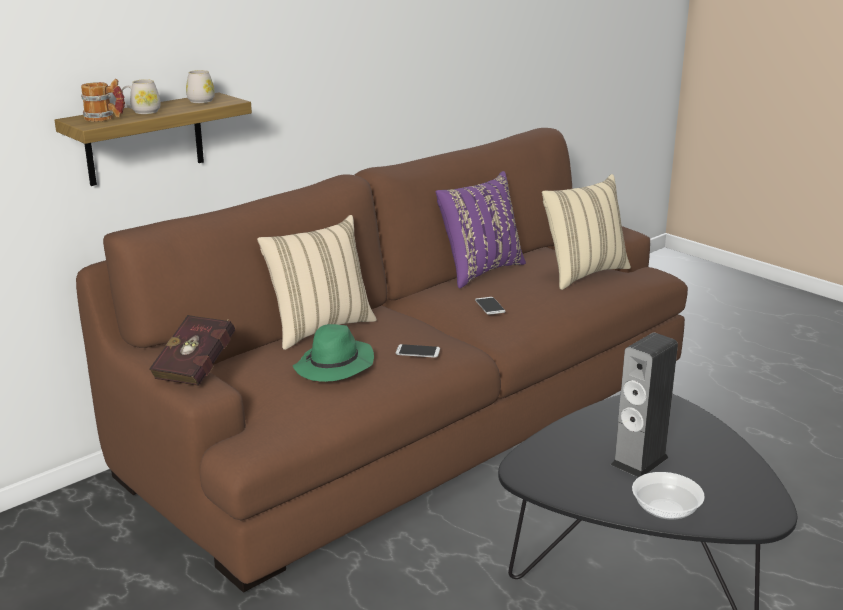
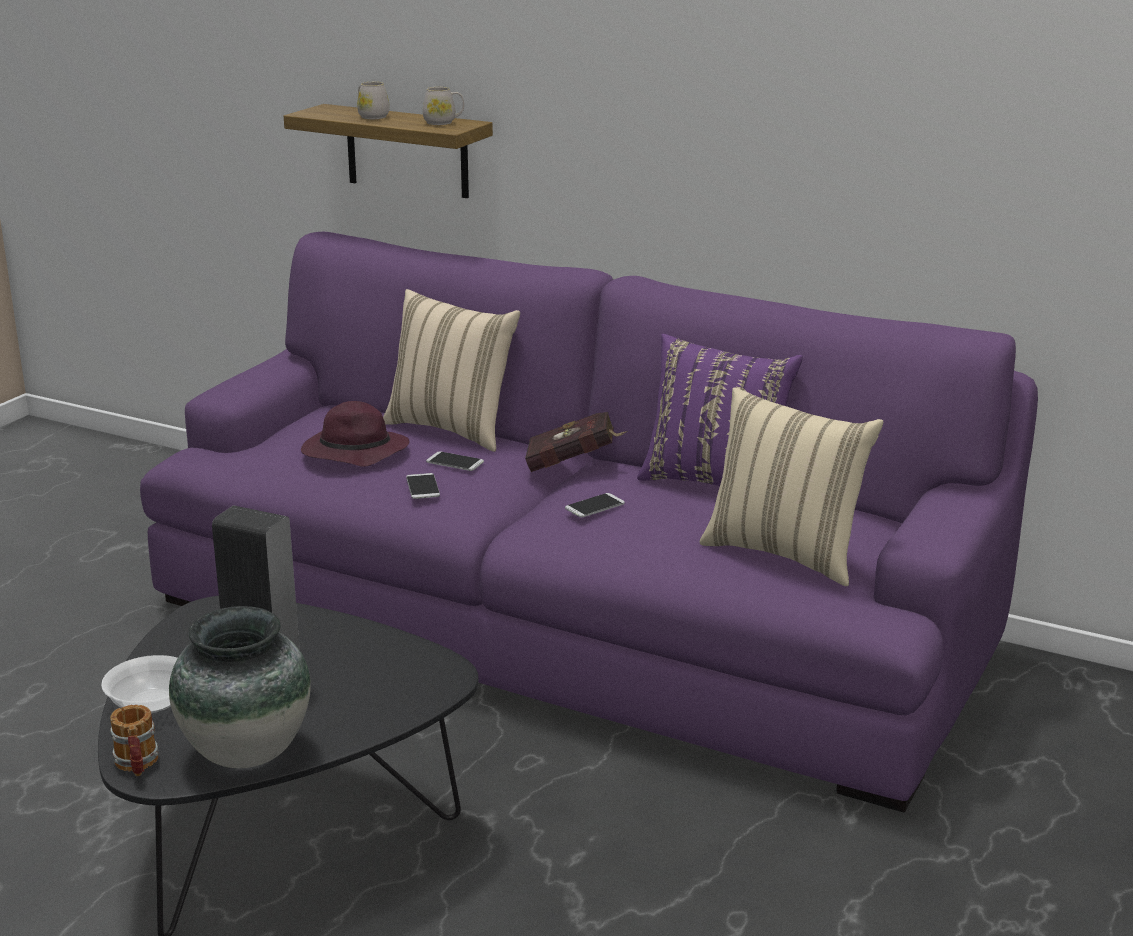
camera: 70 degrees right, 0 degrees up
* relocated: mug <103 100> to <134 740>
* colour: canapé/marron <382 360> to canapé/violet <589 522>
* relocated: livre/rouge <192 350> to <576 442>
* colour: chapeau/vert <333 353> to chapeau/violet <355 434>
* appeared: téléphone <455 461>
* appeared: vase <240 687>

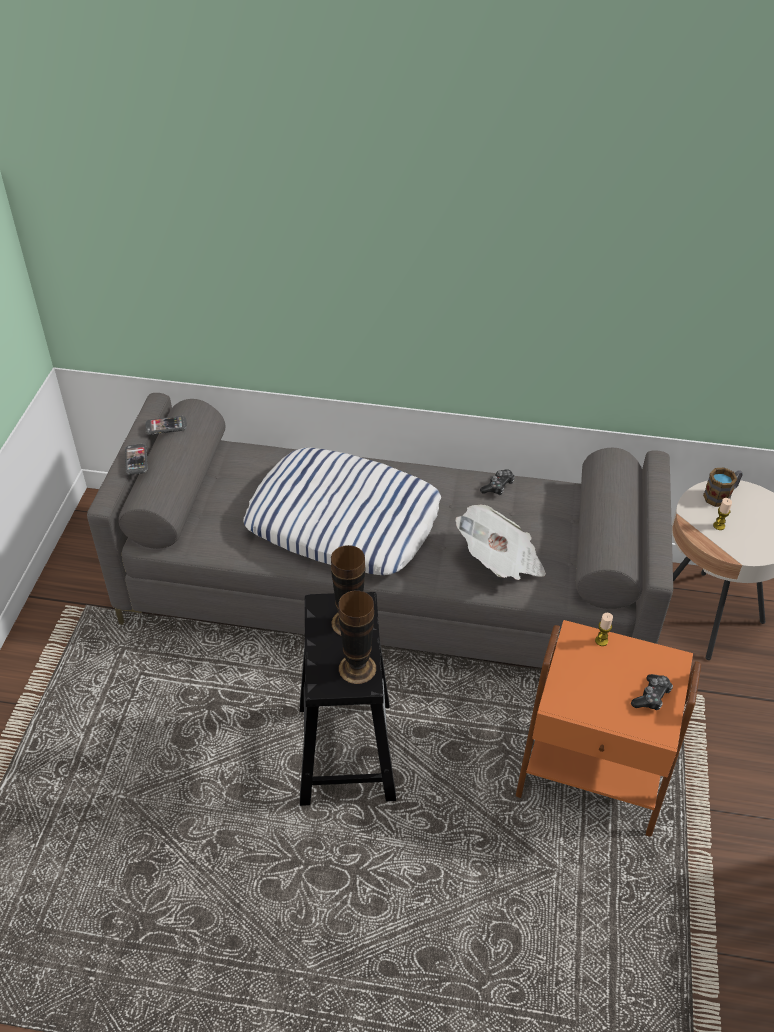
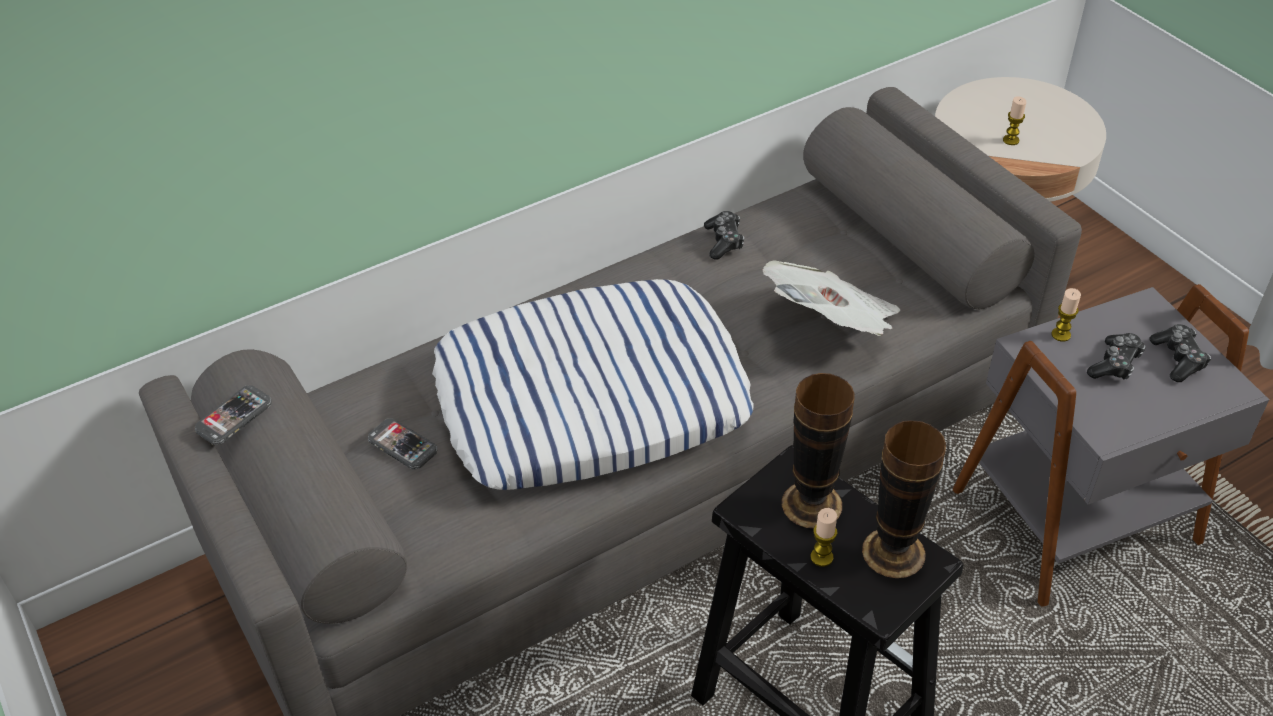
camera: 40 degrees left, 0 degrees up
* relocated: téléphone <136 459> to <402 444>
* missing: mug <723 487>
* colour: table d'appoint/orange <608 728> to table d'appoint/gris <1111 445>
* appeared: manette <1116 356>
* appeared: bougie <823 537>

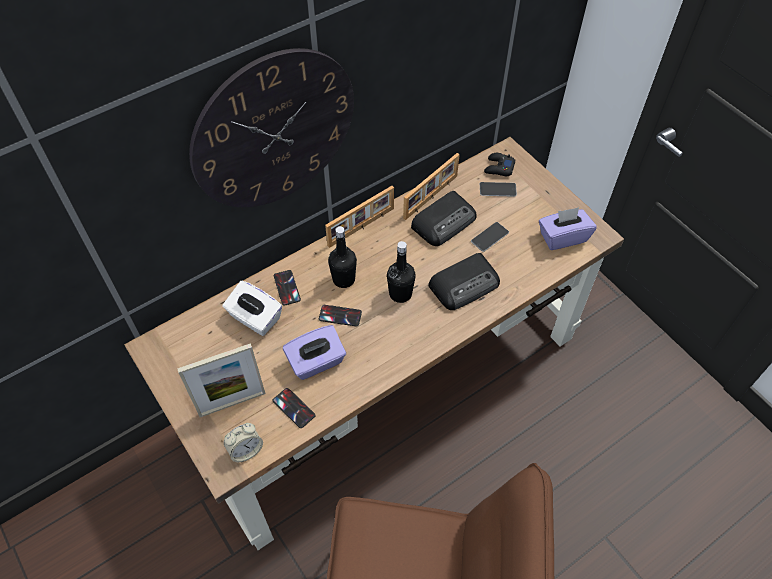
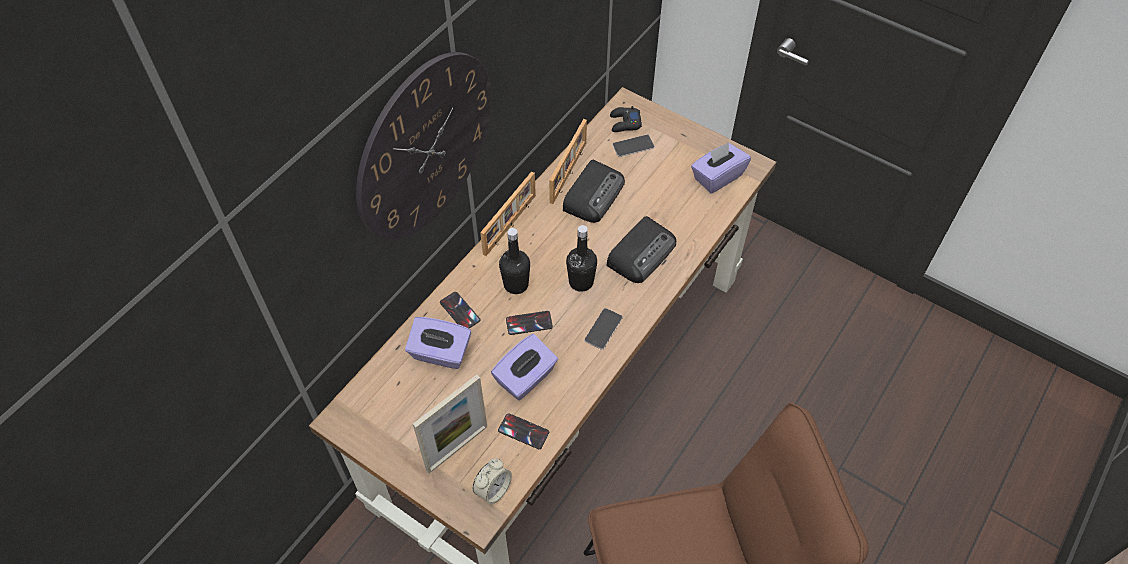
camera: 20 degrees left, 0 degrees up
* relocated: téléphone <490 237> to <603 329>
* colour: boîte à mouchoirs/blanc <252 308> to boîte à mouchoirs/violet <438 343>

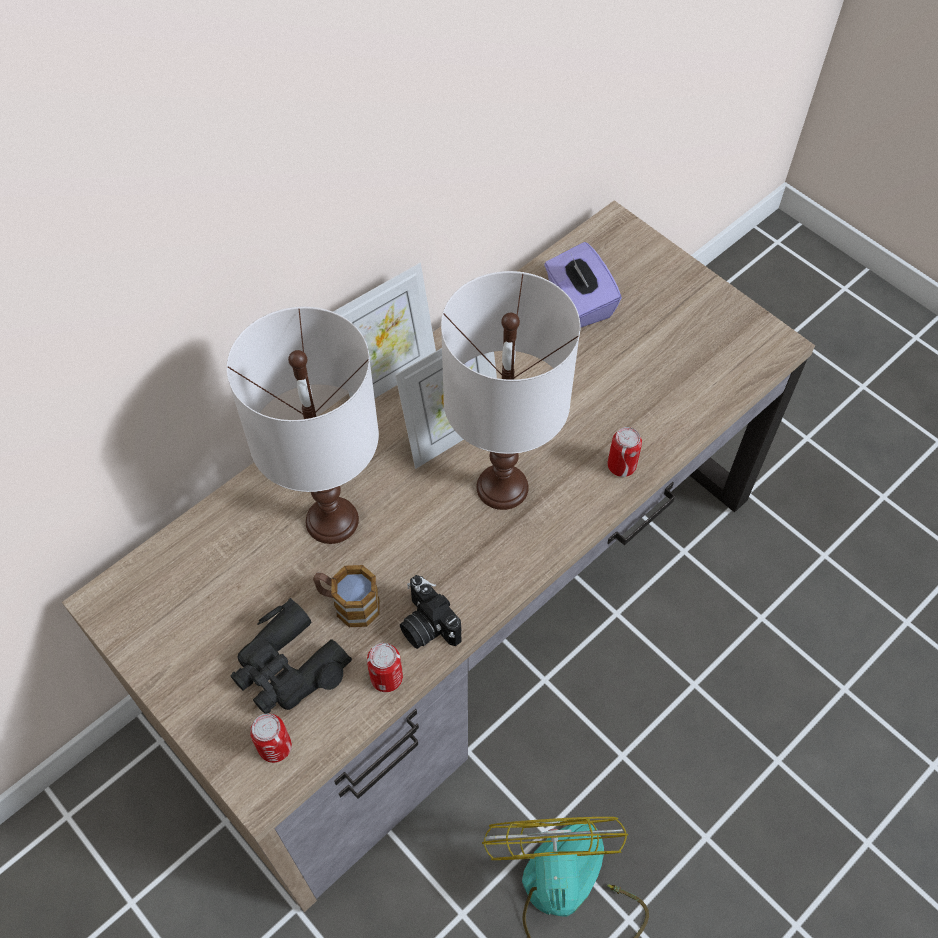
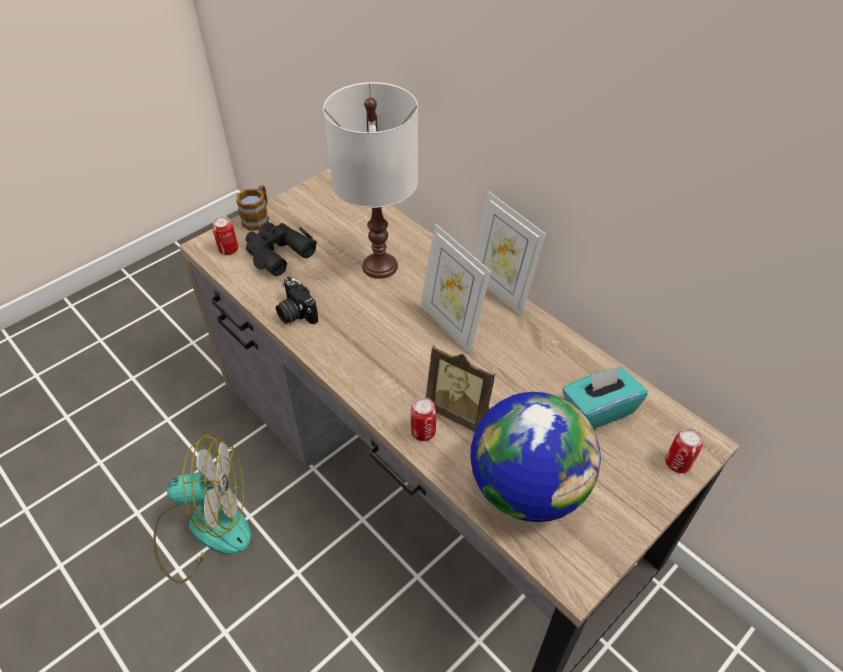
camera: 90 degrees right, 10 degrees down
* colour: boîte à mouchoirs/violet <583 285> to boîte à mouchoirs/turquoise <605 397>
* missing: lampe de table/blanc <510 390>
* relocated: mug <346 596> to <252 208>
* spun: appareil photo <431 612> = <297 300> 90 degrees counterclockwise
* relocated: boîte métallique <385 667> to <684 450>
* appeared: cadre photo <460 388>
* appeared: globe <535 457>

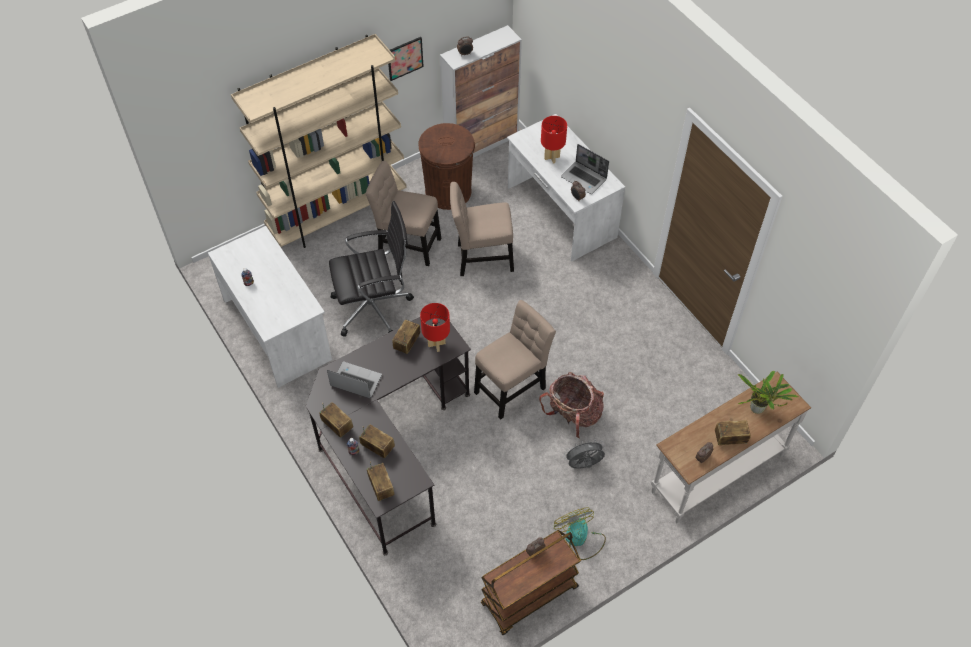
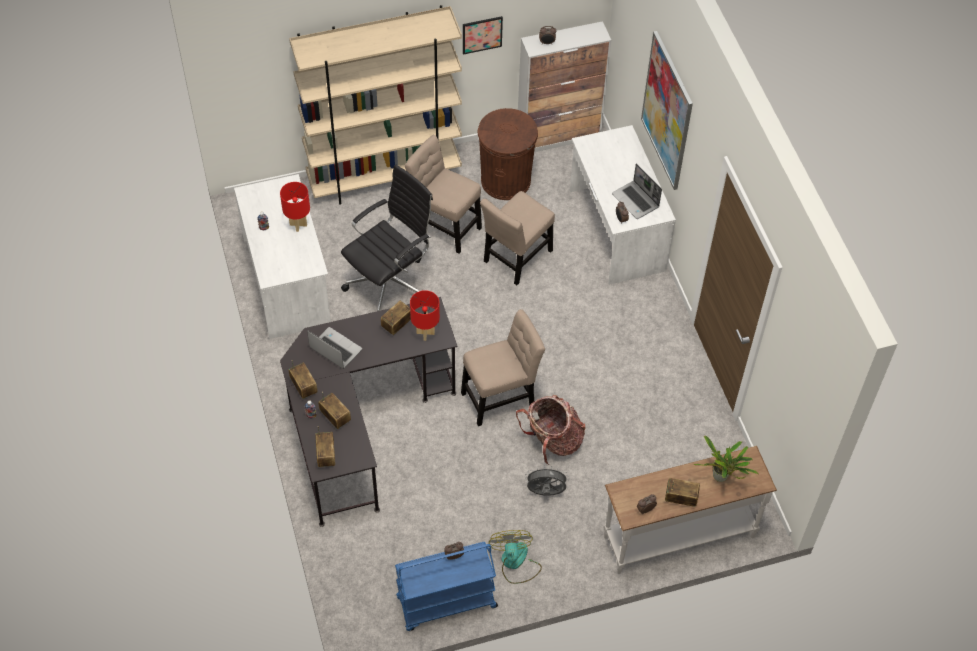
camera: 15 degrees right, 0 degrees up
* relocated: lampe de table/rouge <554 140> to <295 207>
* spun: chaise/beige <482 229> = <517 238> 60 degrees counterclockwise
* spun: chaise de bureau/noir <371 269> = <387 238> 45 degrees counterclockwise
* colour: chariot/marron <531 582> to chariot/bleu <446 586>
* appeared: tableau <667 110>

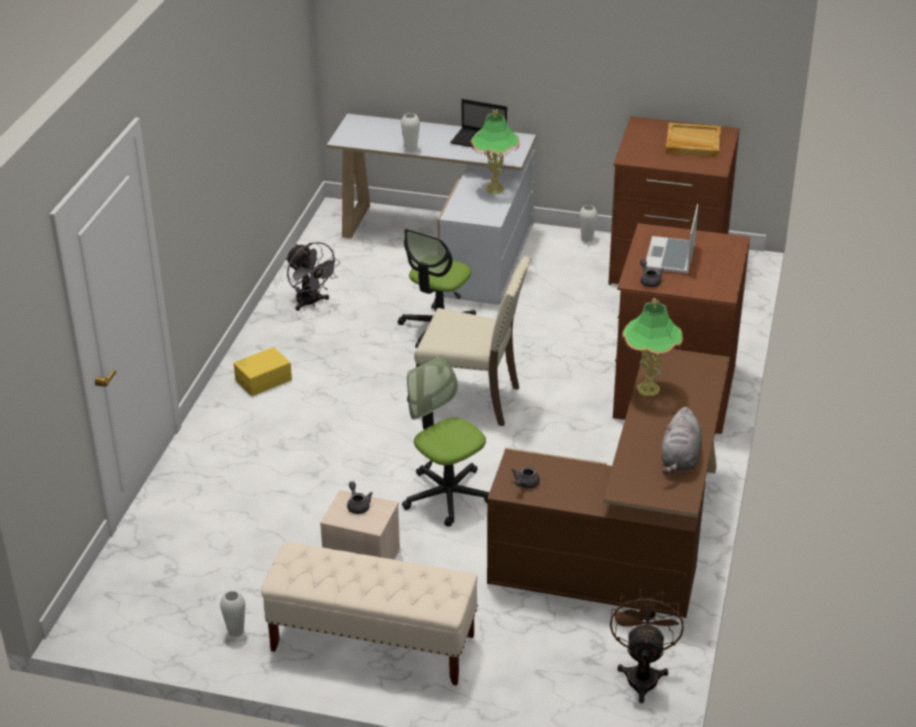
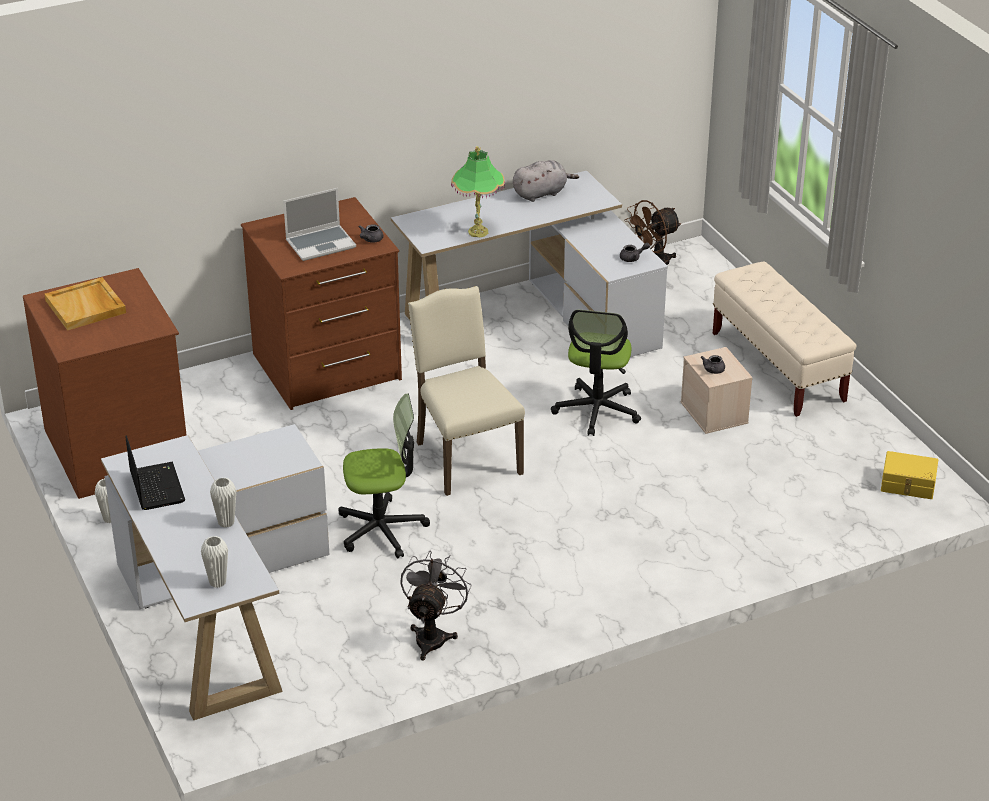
camera: 130 degrees left, 0 degrees up
* missing: lampe de table <495 151>
* relocated: boîte de rangement/jaune <263 371> to <909 475>
* colour: bureau/marron <608 483> to bureau/blanc <529 264>
* relocated: vase/blanc <232 613> to <214 562>

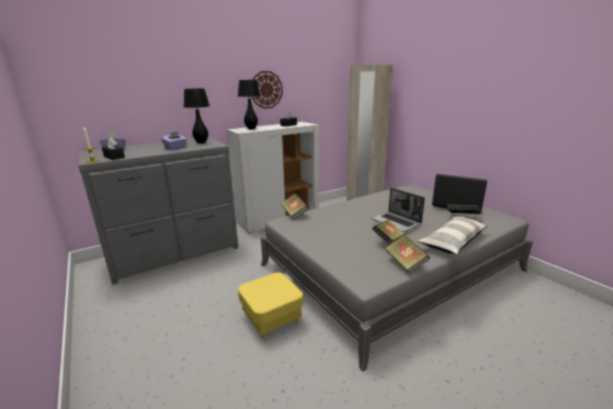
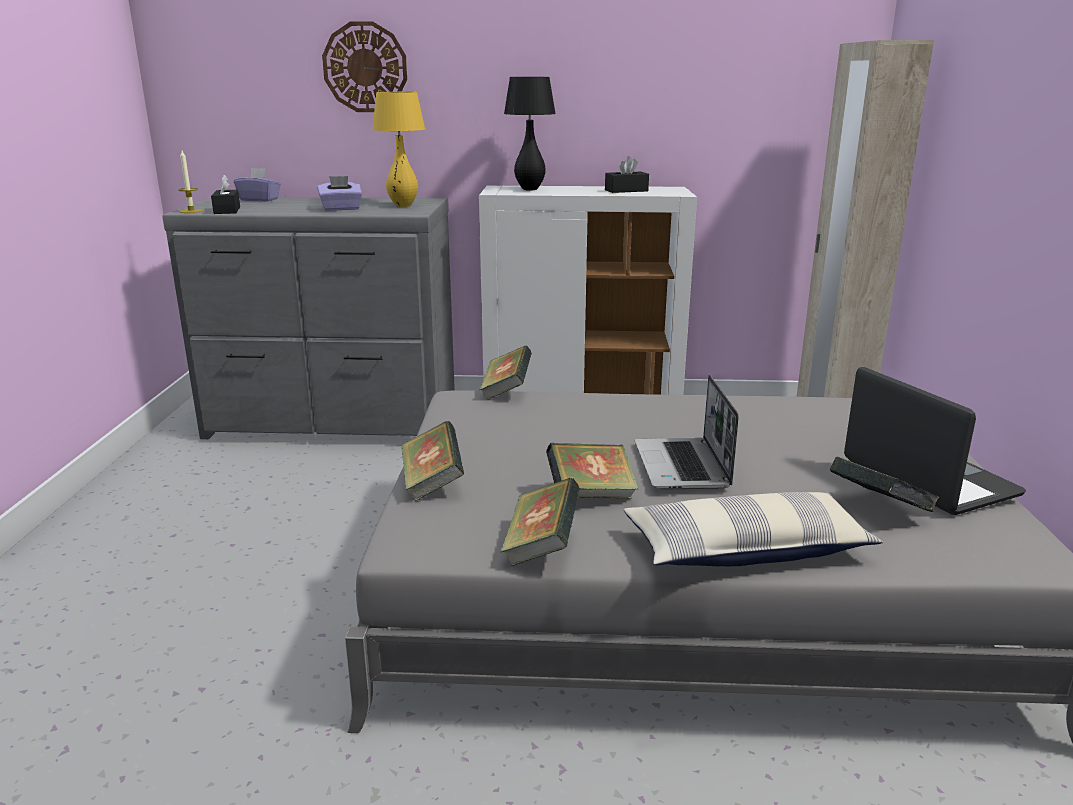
camera: 35 degrees right, 0 degrees up
* relocated: horloge murale <267 90> to <364 66>
* colour: lampe de table/noir <197 115> to lampe de table/jaune <398 149>
* missing: pouf/jaune <270 305>
* appeared: livre <432 461>

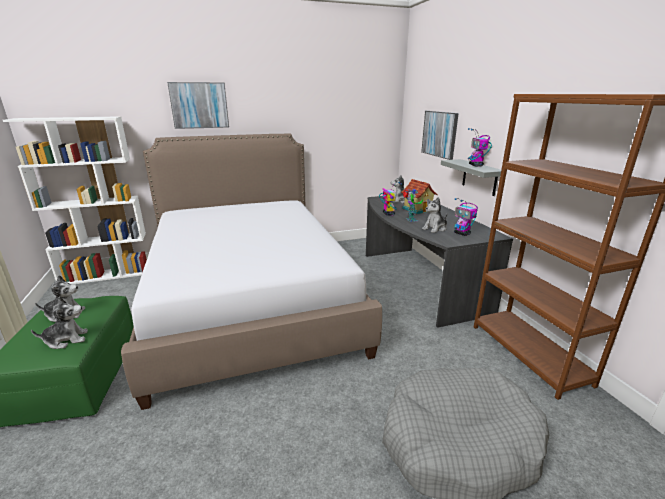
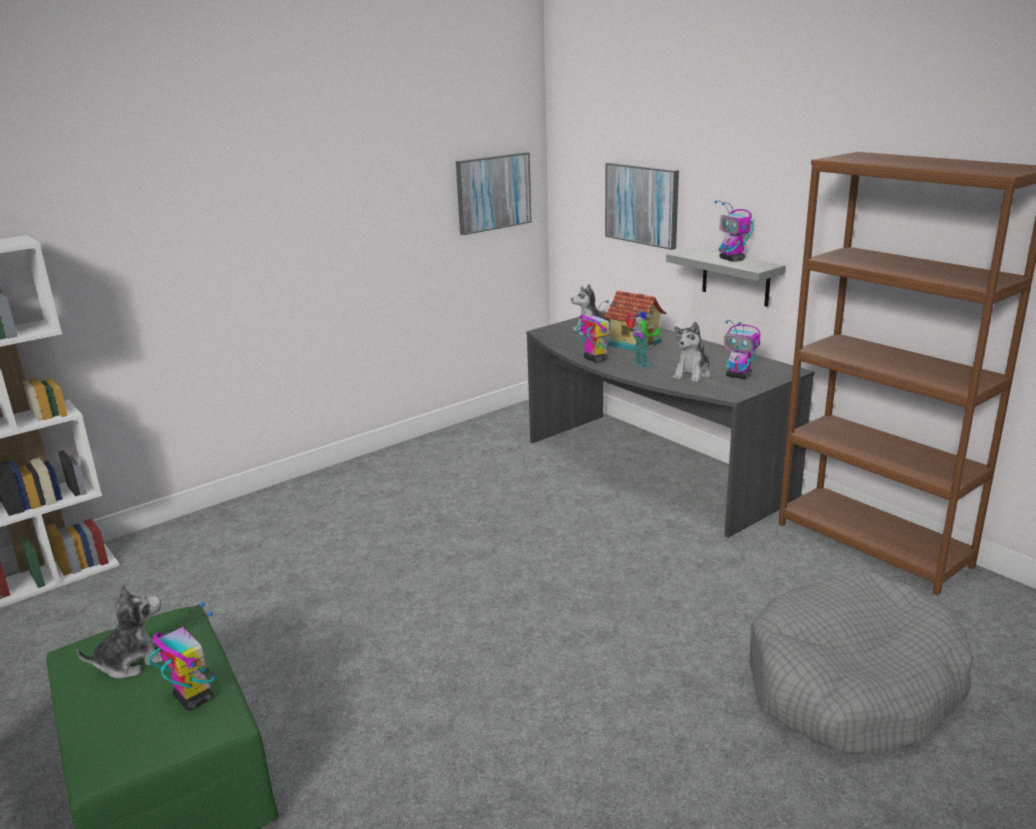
camera: 20 degrees left, 0 degrees up
* relocated: tableau <198 105> to <494 193>
* missing: lit <251 272>
* exchanged: peluche <59 322> to robot jouet <181 656>

